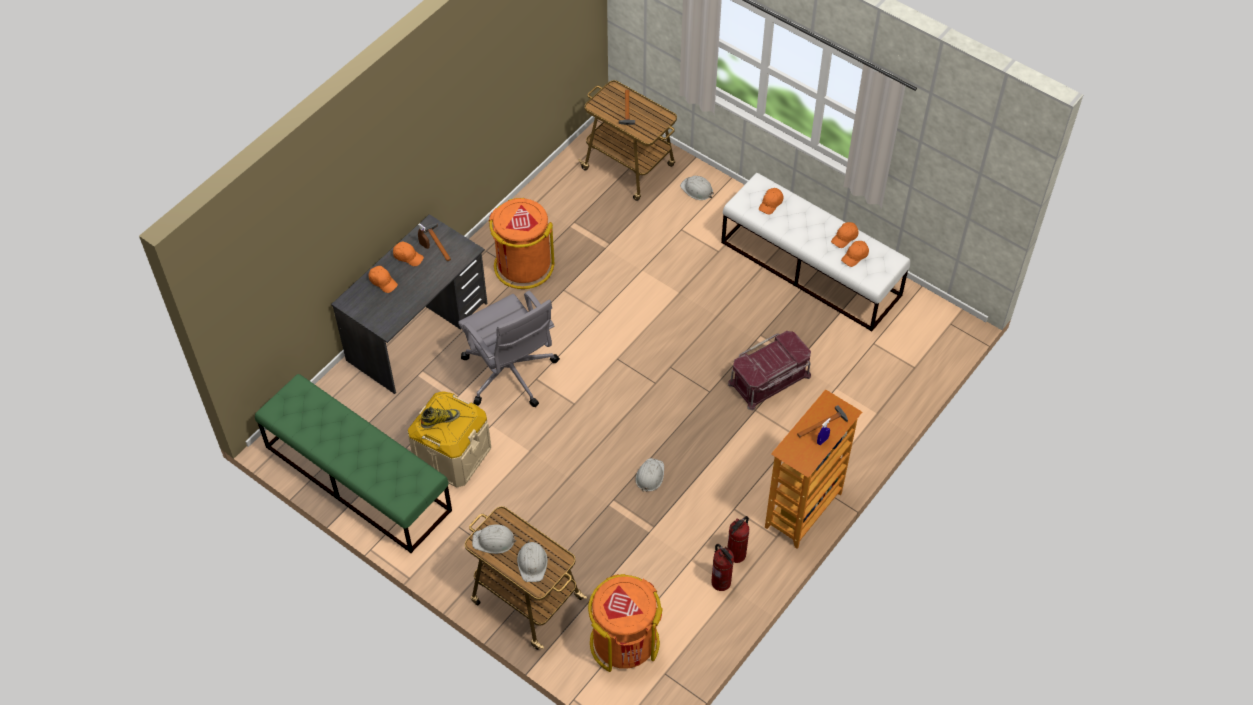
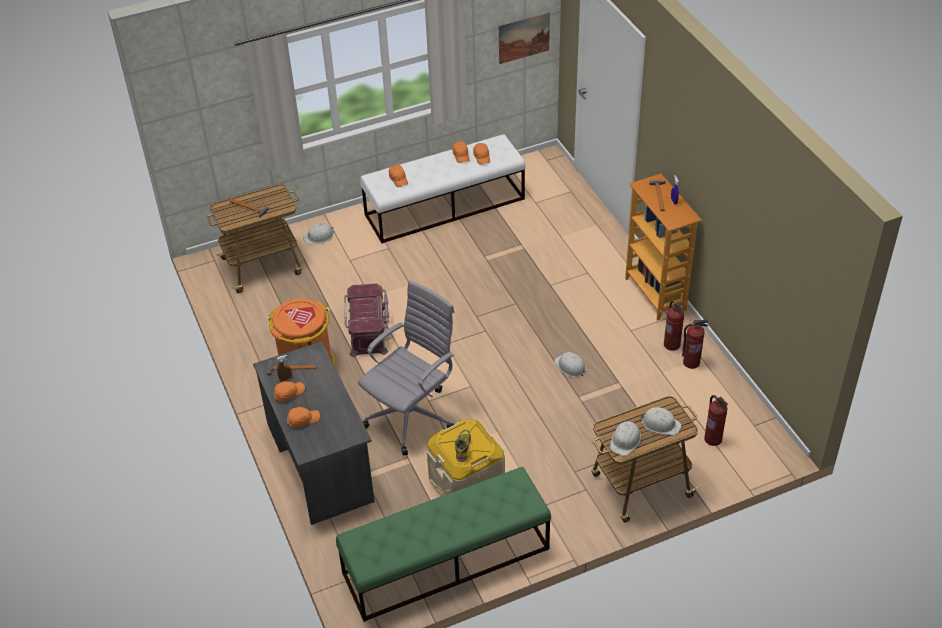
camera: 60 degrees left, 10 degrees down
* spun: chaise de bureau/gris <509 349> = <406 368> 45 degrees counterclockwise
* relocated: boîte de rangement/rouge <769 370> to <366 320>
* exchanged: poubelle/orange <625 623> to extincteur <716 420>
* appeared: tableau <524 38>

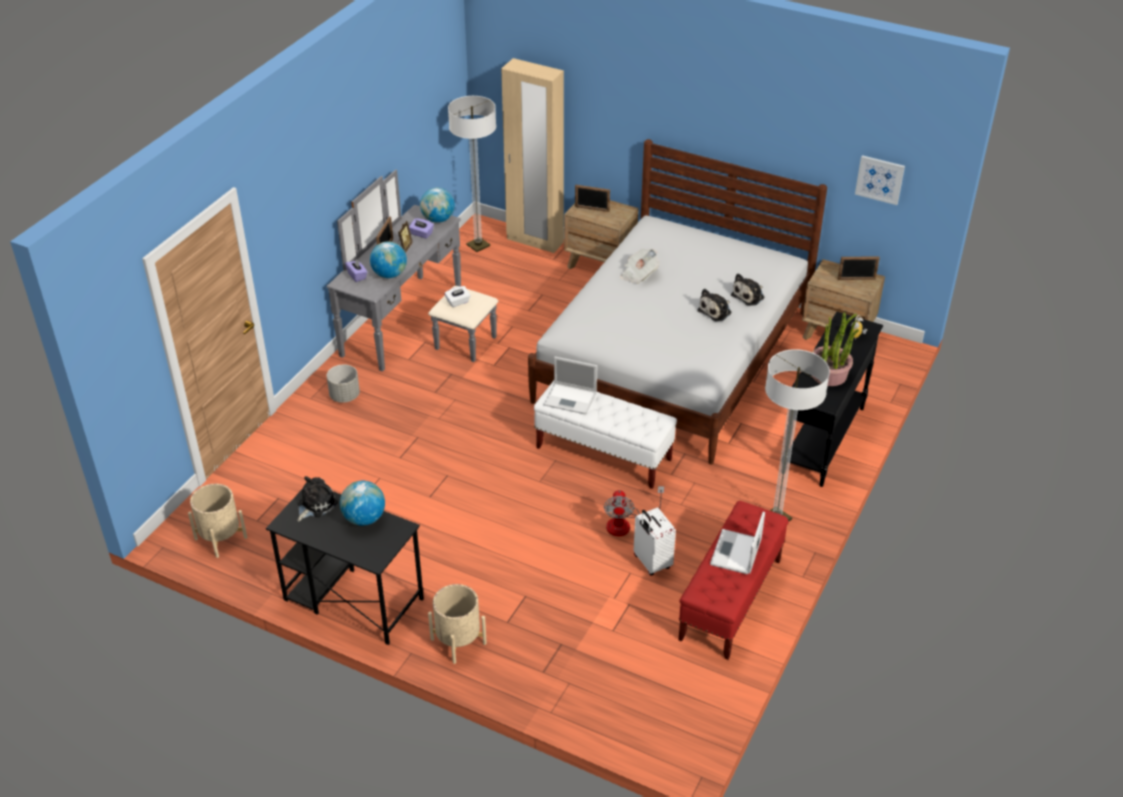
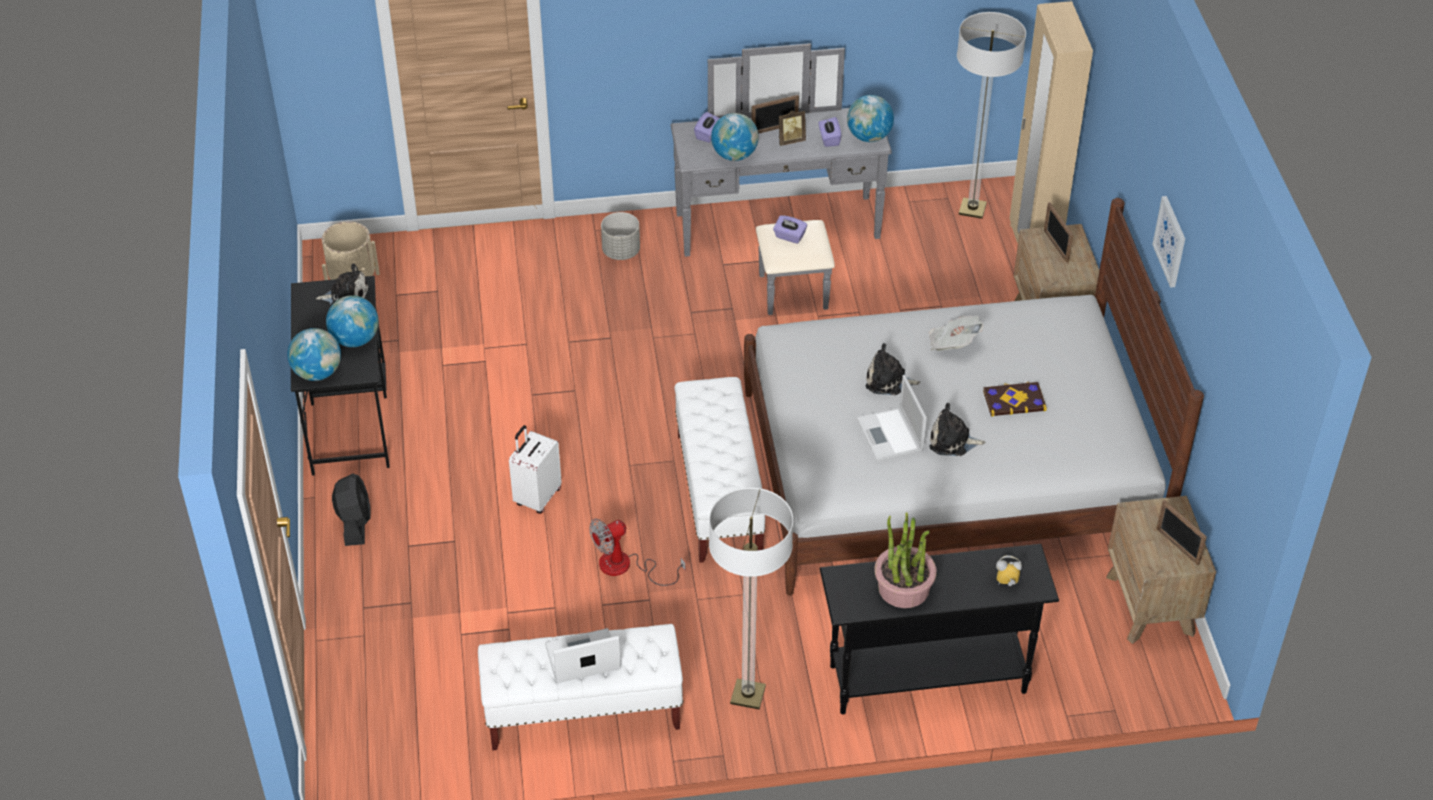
camera: 55 degrees right, 5 degrees up
* relocated: tableau <880 180> to <1168 242>
* relocated: peluche <747 290> to <893 369>
* colour: boîte à mouchoirs/blanc <458 296> to boîte à mouchoirs/violet <790 229>
* relocated: ordinateur portable <570 385> to <891 418>
* colour: banc/rouge <733 580> to banc/blanc <581 687>
* relocated: valise/blanc <655 541> to <535 469>
* exchanged: cache-pot/beige <457 624> to ventilateur/noir <351 510>
* appeared: globe <314 354>
* appeared: livre <1015 399>

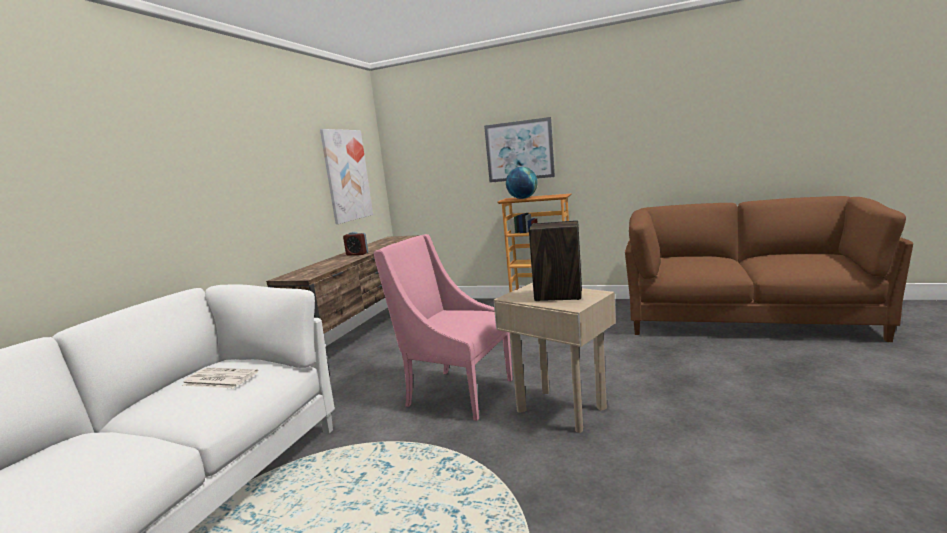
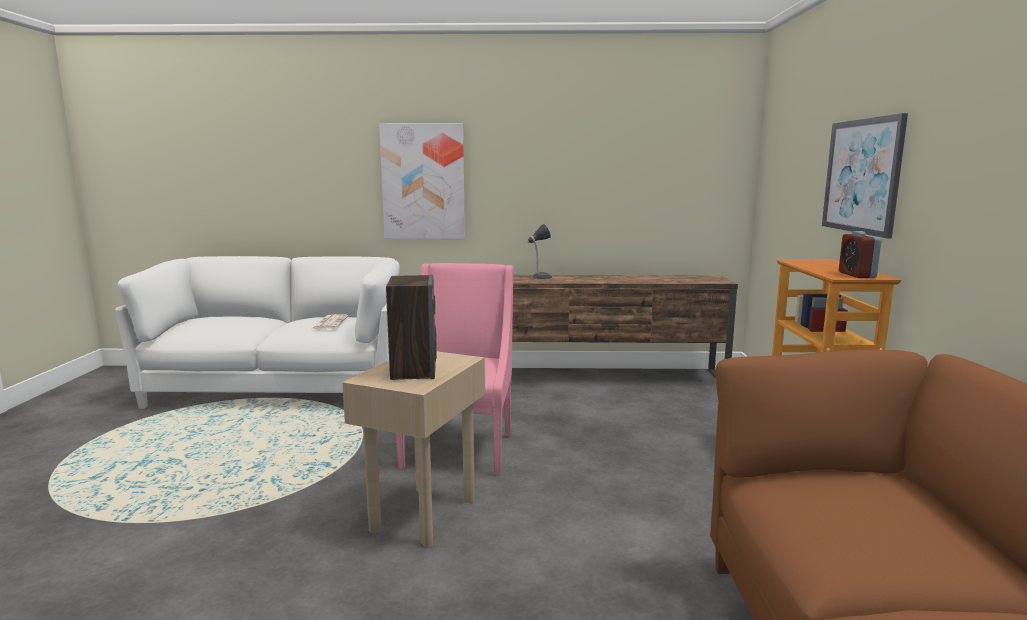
camera: 70 degrees right, 0 degrees up
* relocated: tableau <346 176> to <422 181>
* missing: globe <522 183>
* relocated: réveil <355 244> to <860 254>
* appeared: lampe de table <540 252>

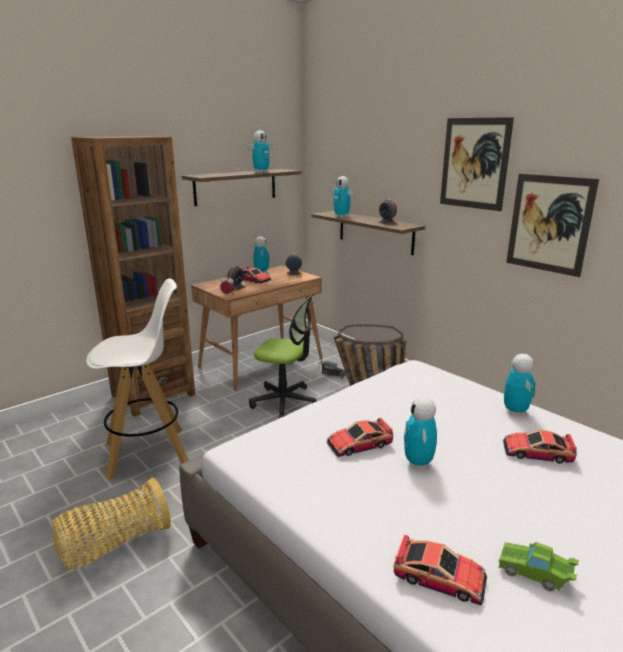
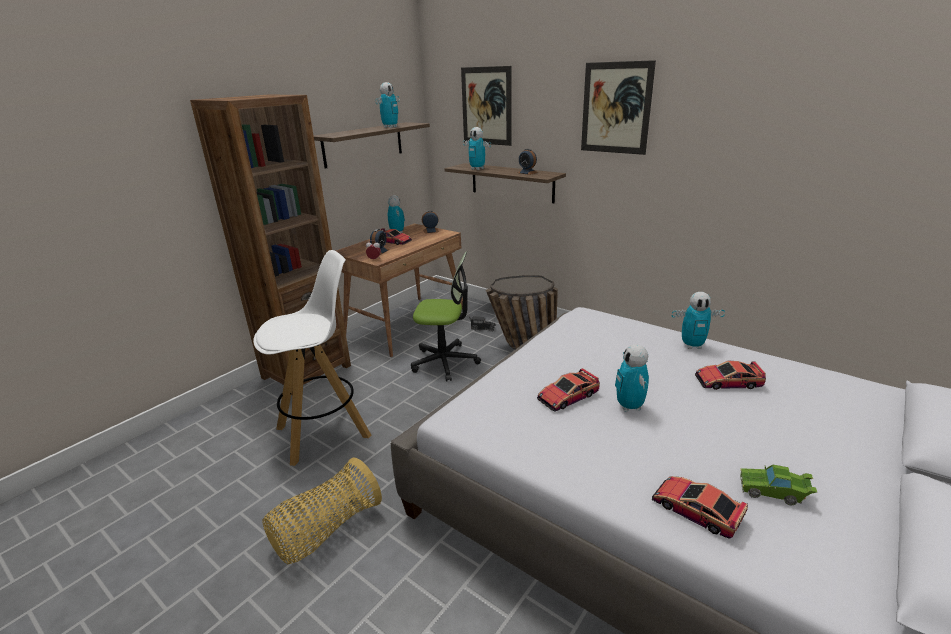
camera: 10 degrees left, 5 degrees up
* relocated: tableau <552 225> to <486 106>
* spun: robot jouet <520 384> = <698 320> 105 degrees clockwise
* spun: petite voiture <440 570> = <700 507> 150 degrees counterclockwise

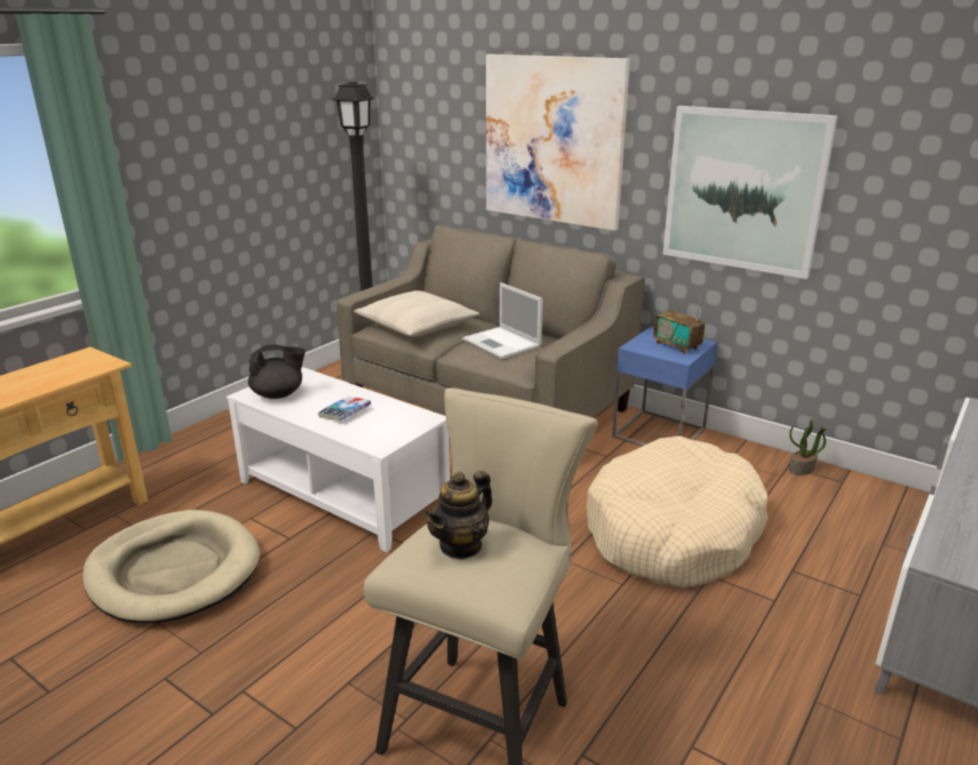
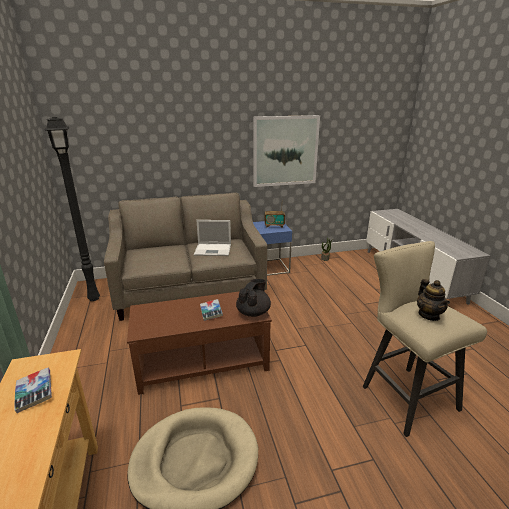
camera: 50 degrees left, 0 degrees up
* missing: tableau <558 142>
* missing: coussin/beige <416 314>
* relocated: théière/noir <276 372> to <253 298>
* colour: table basse/blanc <338 460> to table basse/marron <199 343>
* missing: panier pour chien/beige <677 512>
* appeared: livre <33 390>

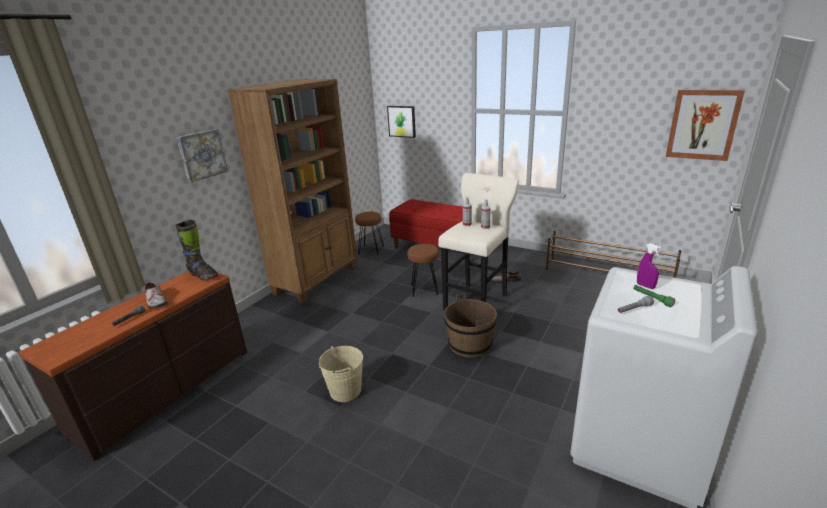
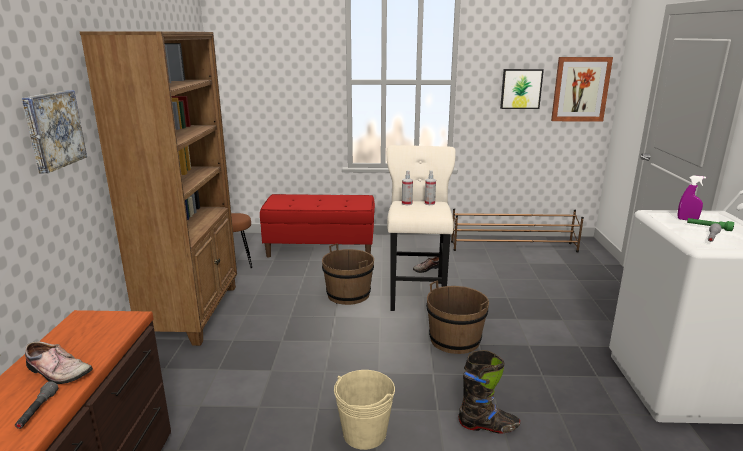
camera: 30 degrees left, 5 degrees down
* relocated: tableau <401 122> to <522 89>
* relocated: botte/noir <197 250> to <489 392>
* exchanged: tabouret/marron <423 270> to seau/marron <348 274>

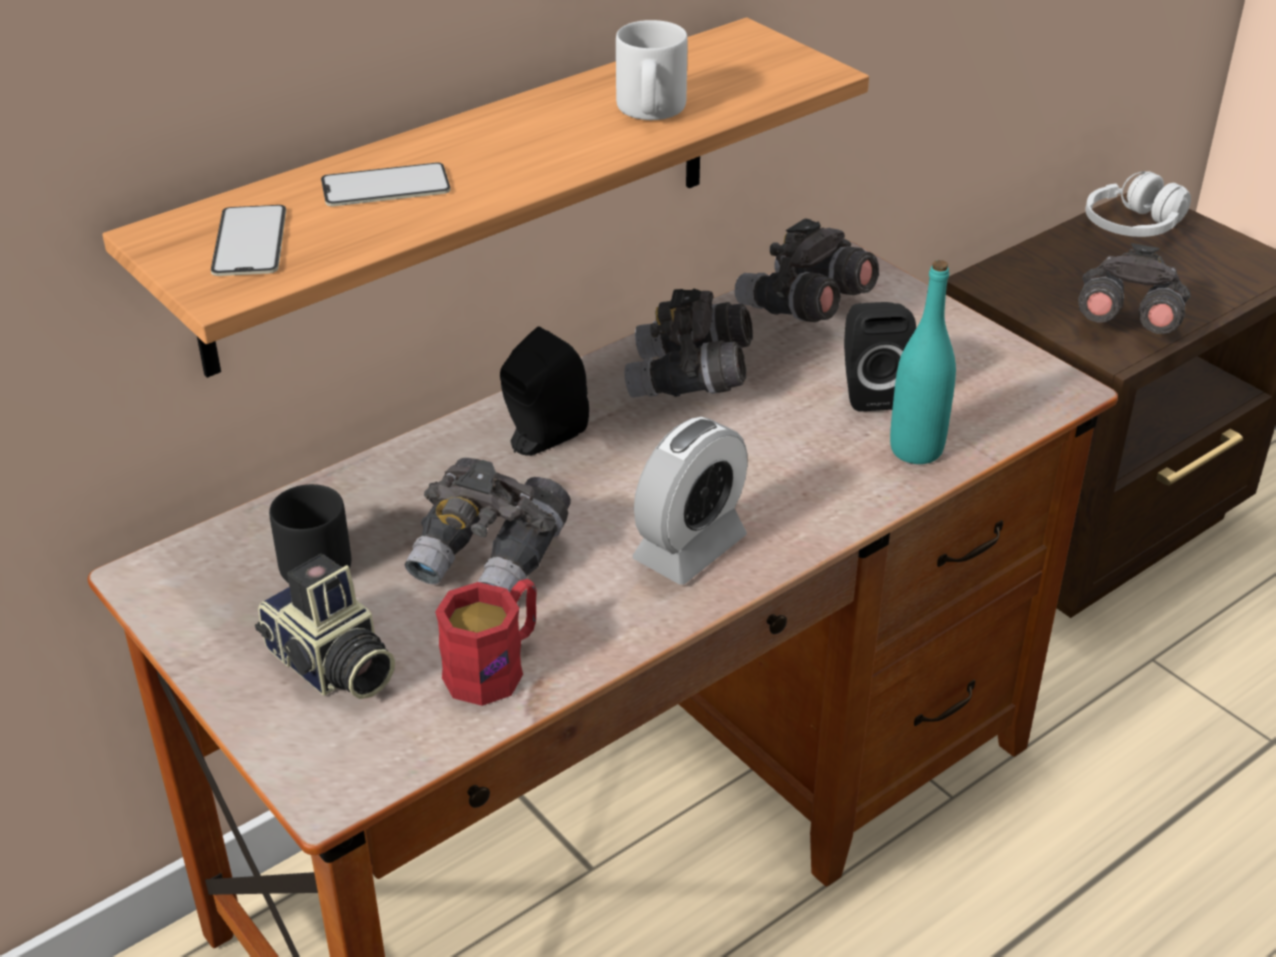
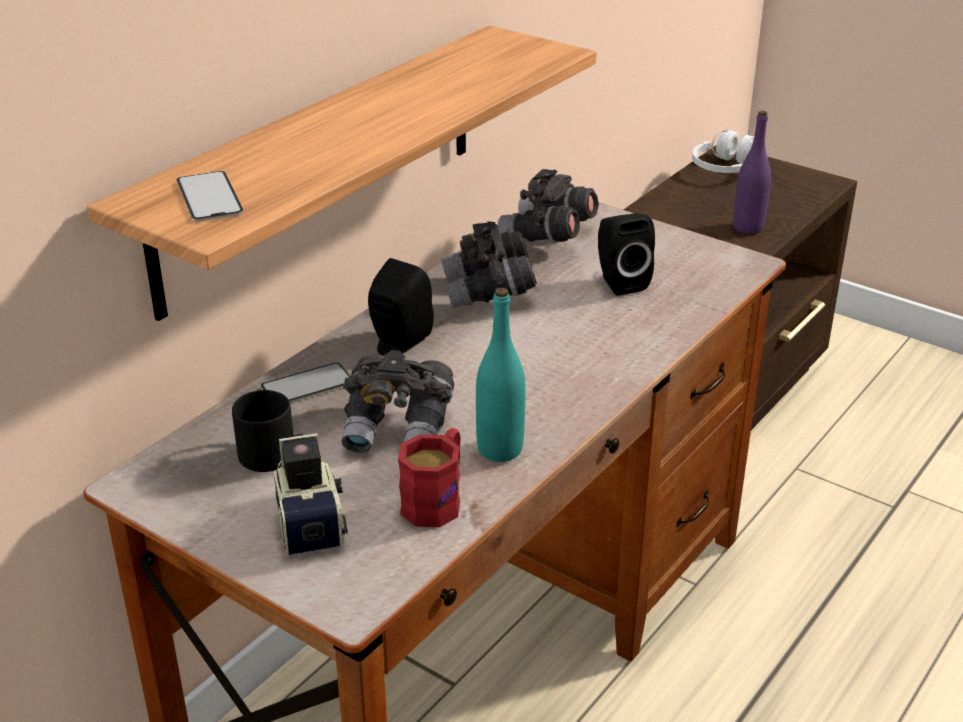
camera: 15 degrees left, 5 degrees down
* missing: mug/gris <652 70>
* relocated: téléphone <386 184> to <305 382>
* exchanged: jumelles/gris <1134 288> to bouteille/violet <752 172>
* relocated: bouteille/turquoise <923 362> to <501 375>
* missing: réveil <690 501>
* spun: appareil photo <325 626> = <311 494> 135 degrees counterclockwise

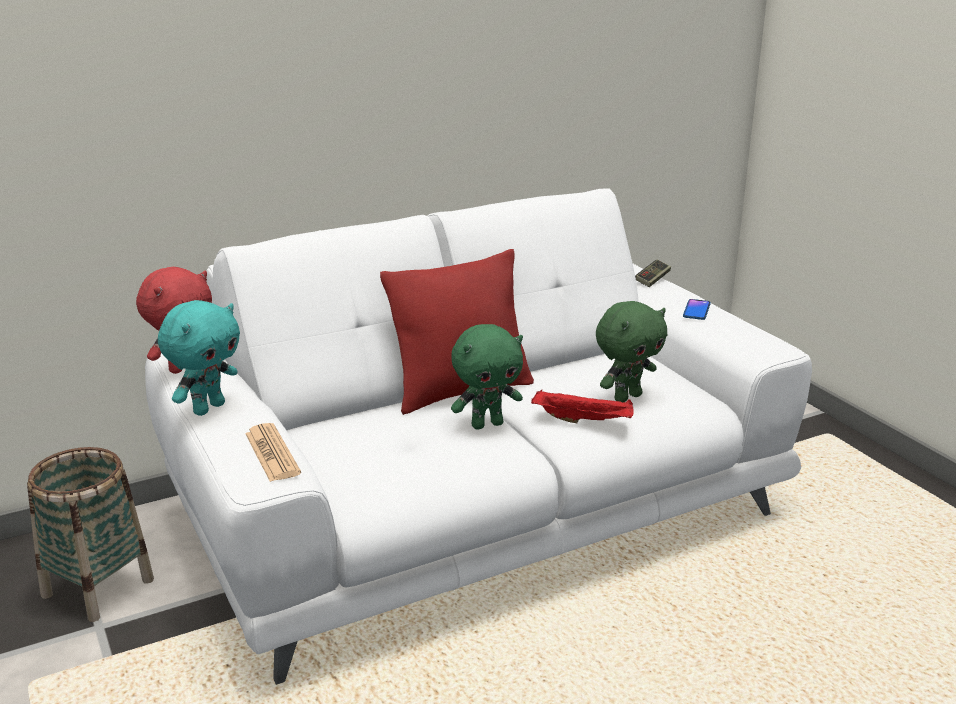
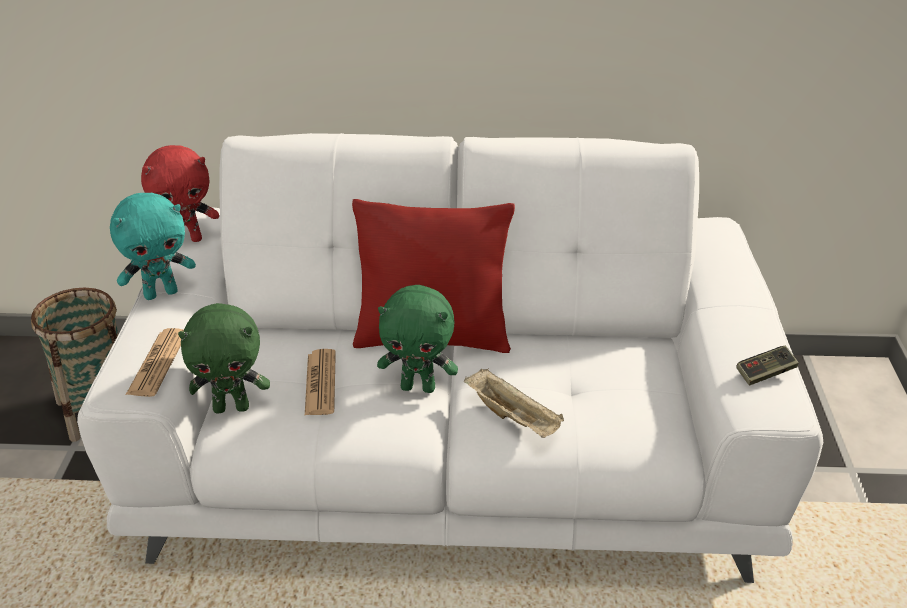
camera: 30 degrees right, 10 degrees up
* relocated: manette <653 273> to <767 366>
* missing: téléphone <697 309>
* relocated: peluche/vert <631 351> to <224 358>
* colour: plateau/rouge <582 406> to plateau/beige <514 403>
* appeared: journal <320 382>

